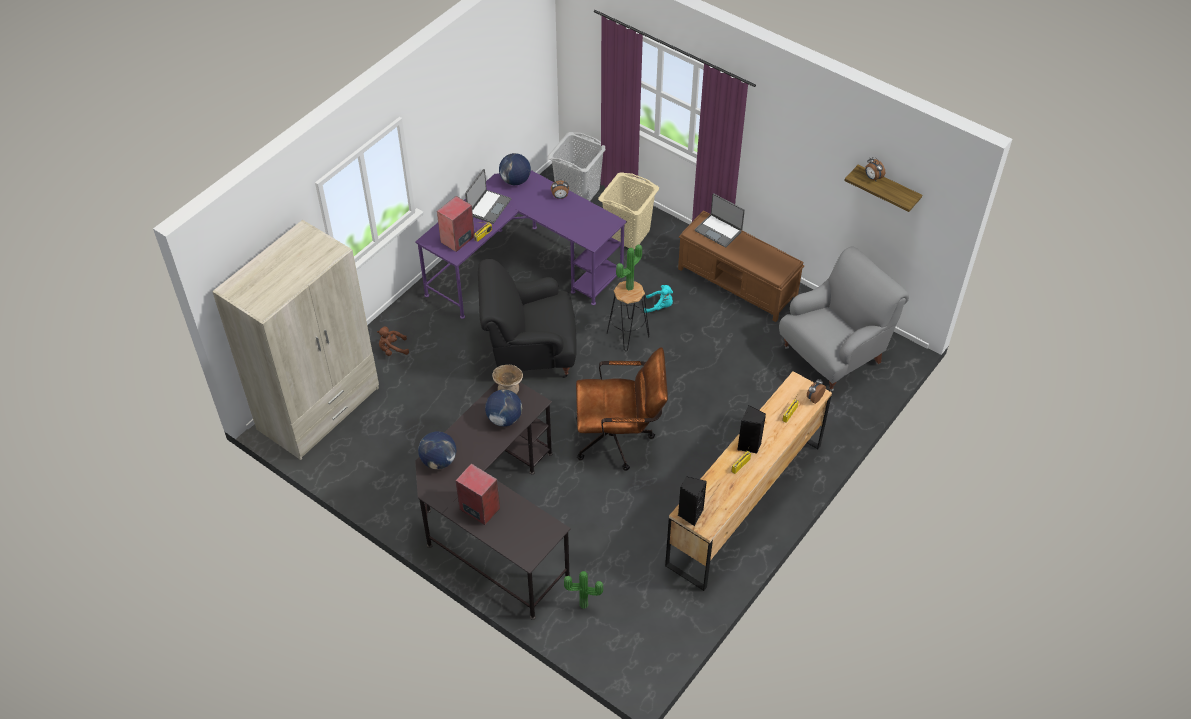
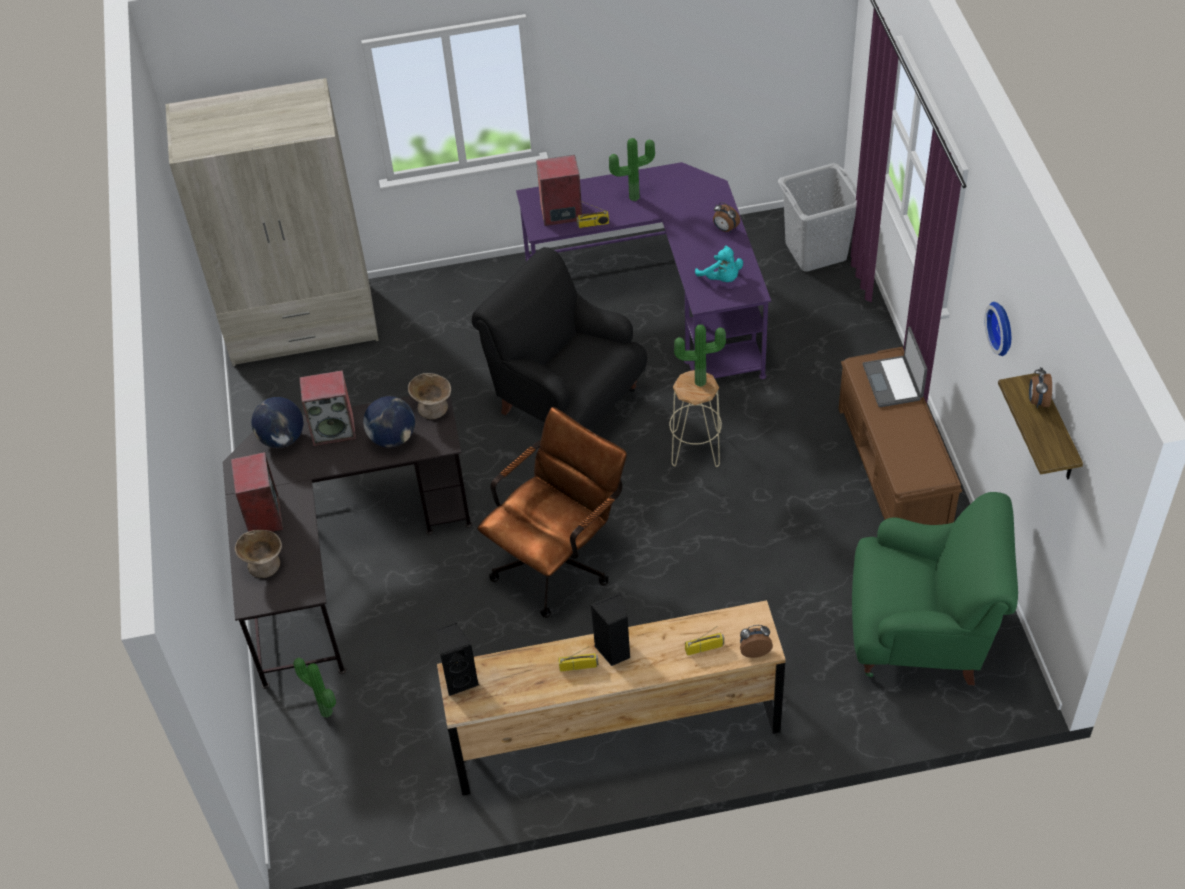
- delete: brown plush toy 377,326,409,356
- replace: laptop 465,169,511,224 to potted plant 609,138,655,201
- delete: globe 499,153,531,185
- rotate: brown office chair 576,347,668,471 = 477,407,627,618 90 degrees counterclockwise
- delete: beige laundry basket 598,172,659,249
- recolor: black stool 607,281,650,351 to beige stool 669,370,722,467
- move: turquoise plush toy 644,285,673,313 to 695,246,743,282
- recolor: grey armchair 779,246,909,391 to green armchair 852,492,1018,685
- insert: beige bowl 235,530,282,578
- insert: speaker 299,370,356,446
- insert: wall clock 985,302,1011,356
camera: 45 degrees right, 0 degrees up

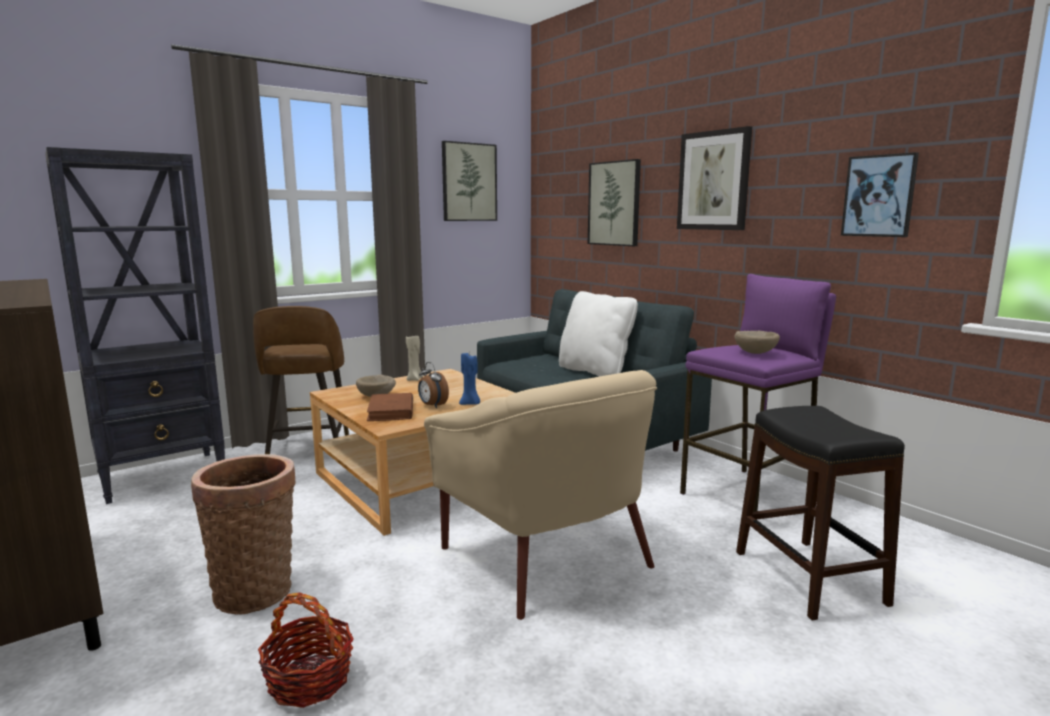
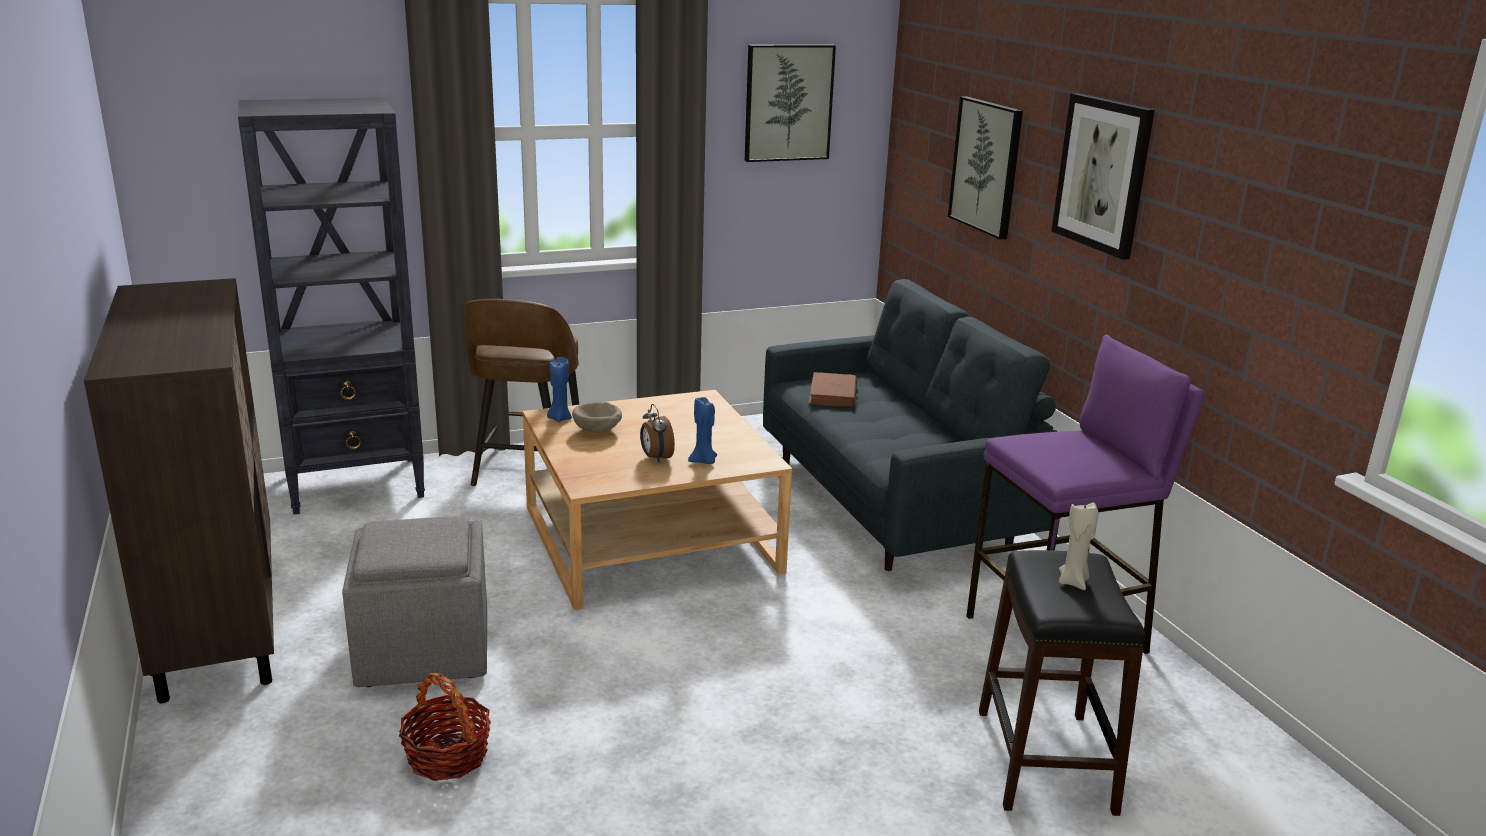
- replace: basket 191,454,296,615 to grey ottoman 342,516,487,687
- move: brown book 367,393,413,421 to 808,372,857,407
- move: beige candle 406,334,423,381 to 1059,502,1098,590
- delete: beige armchair 424,370,657,620
- delete: white pillow 559,291,638,377
- delete: beige bowl 734,331,780,354
- delete: picture 841,152,919,237
- insert: blue candle 547,357,572,422
camera: 15 degrees right, 10 degrees up

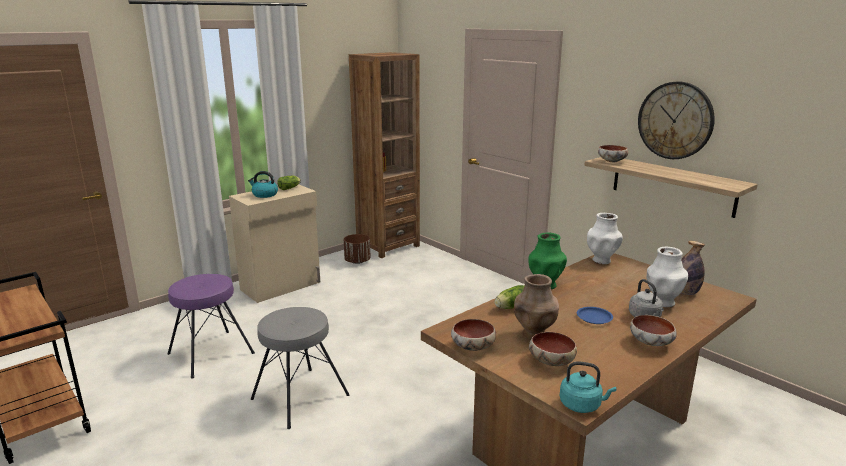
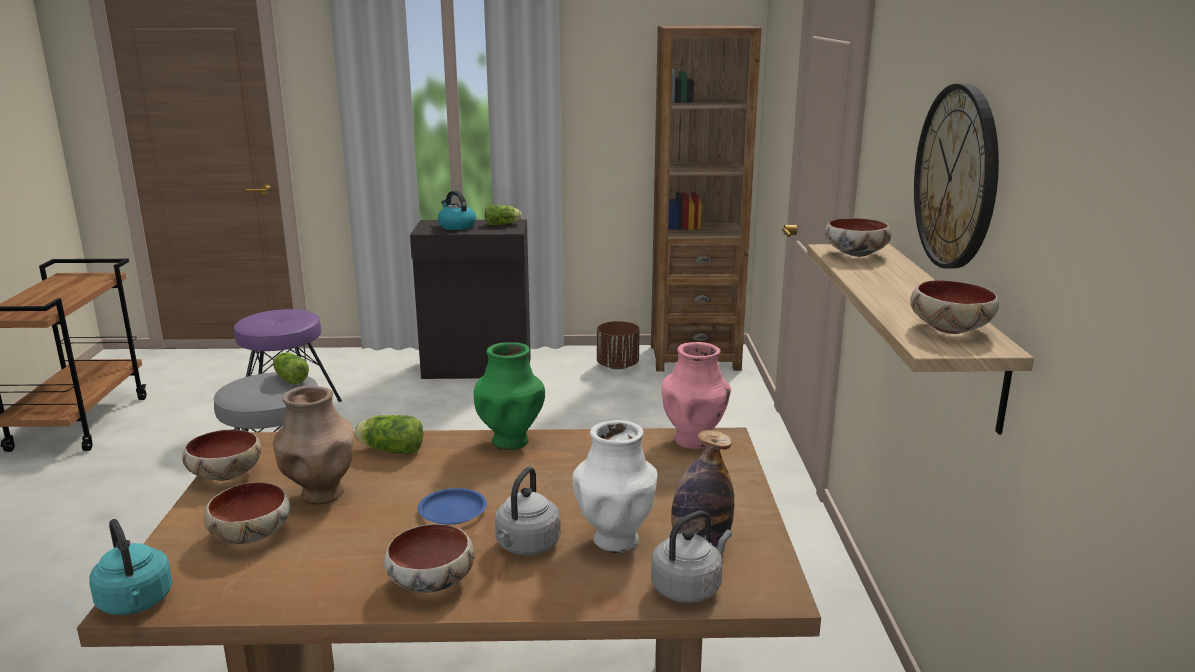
- recolor: beige cabinet 229,184,320,303 to black cabinet 410,219,531,379
- recolor: white vase 587,213,623,264 to pink vase 662,342,731,449
- insert: lettuce 273,353,309,384
- insert: grey kettle 651,511,732,603
- insert: bowl 910,280,999,334
camera: 40 degrees right, 0 degrees up

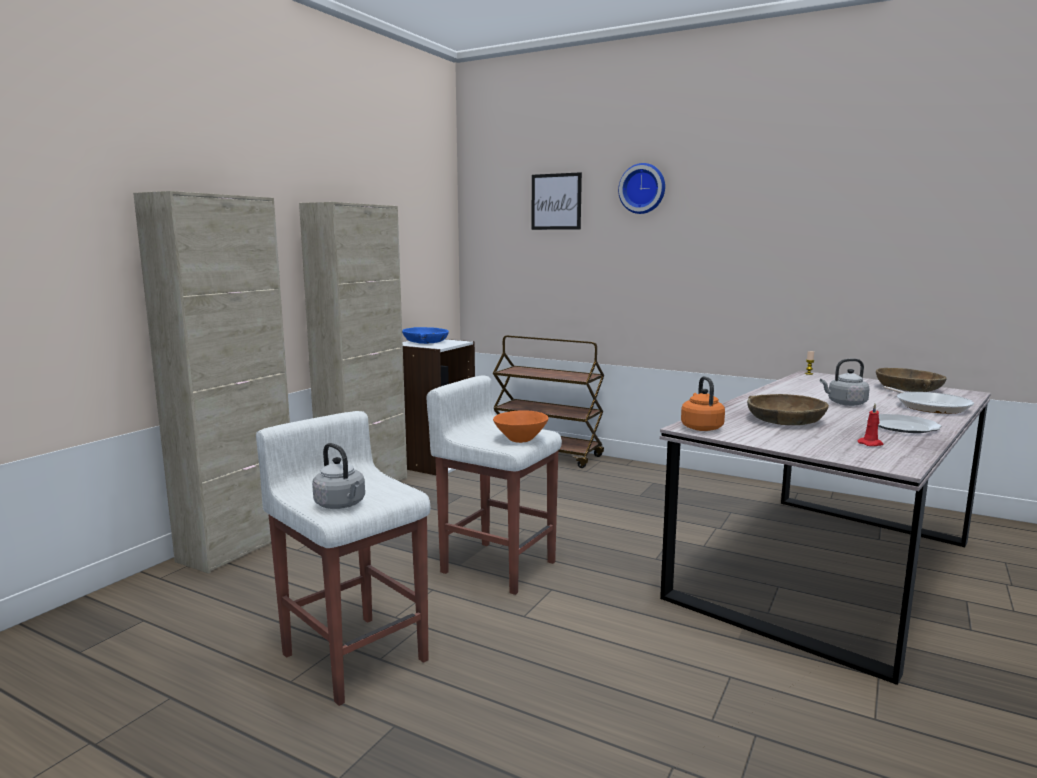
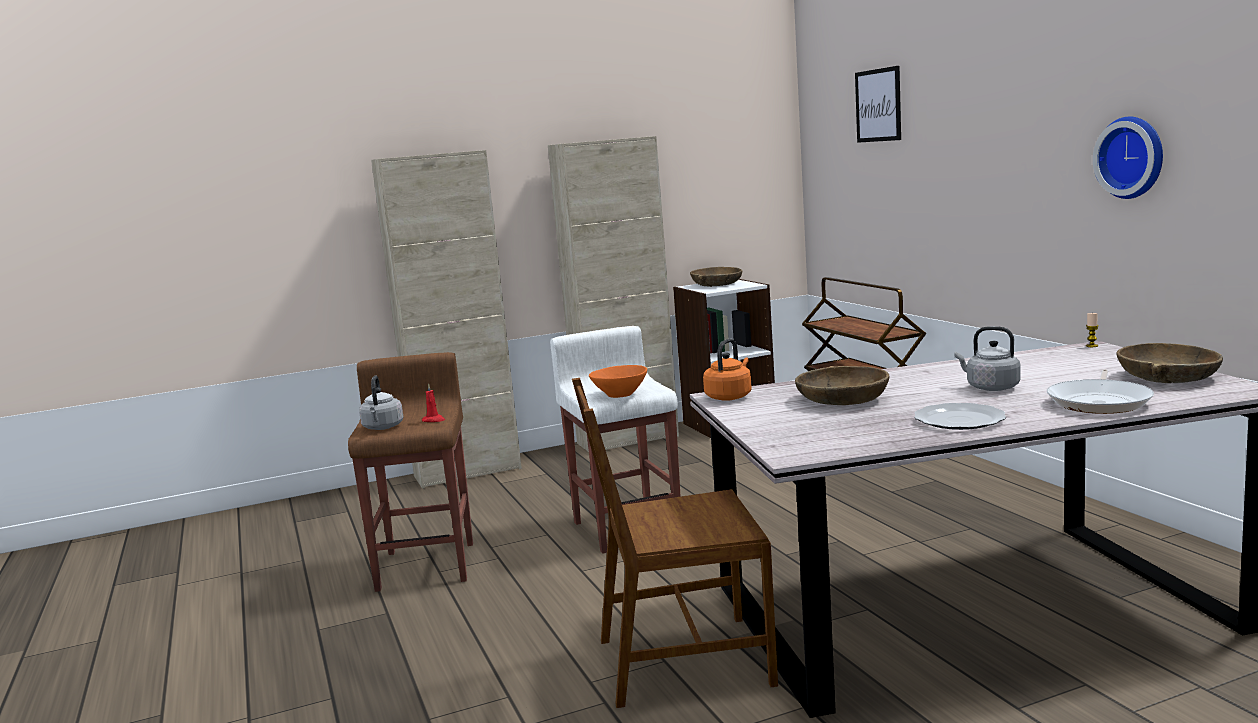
- recolor: white stool 256,411,430,706 to brown stool 348,352,473,592
- recolor: blue bowl 402,327,449,344 to brown bowl 690,267,742,287
- move: wall clock 618,163,665,214 to 1093,116,1163,199
- move: red candle 858,404,883,446 to 422,383,445,422
- insert: brown chair 572,378,778,708
camera: 40 degrees right, 0 degrees up

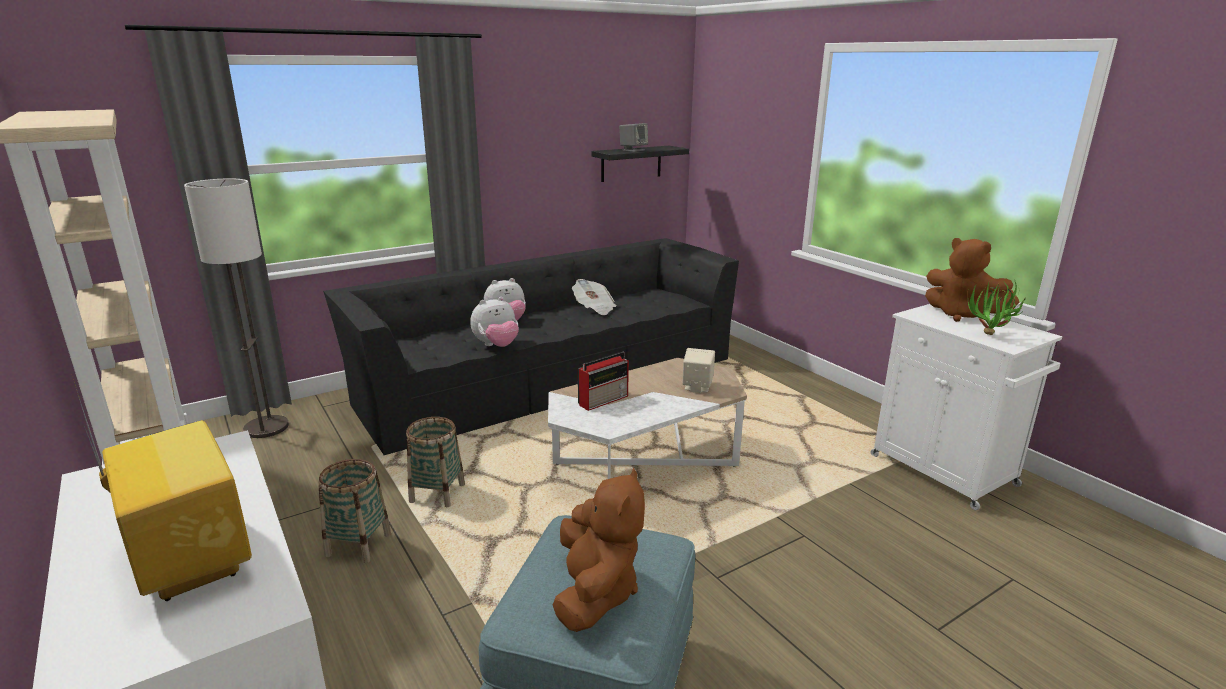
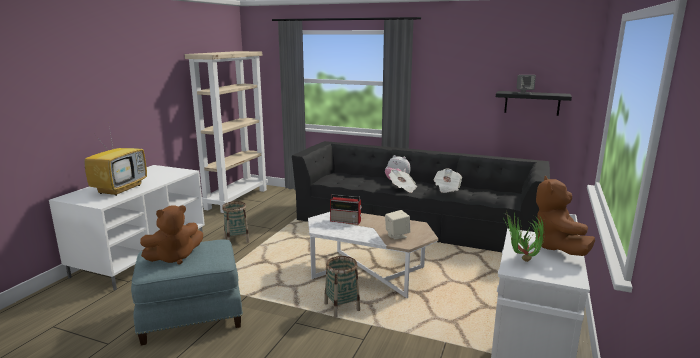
- delete: floor lamp 184,178,289,438
- move: basket 406,417,465,508 to 324,256,360,318
- delete: plush toy 470,297,519,347
- insert: newspaper 389,169,418,193
camera: 55 degrees right, 5 degrees down

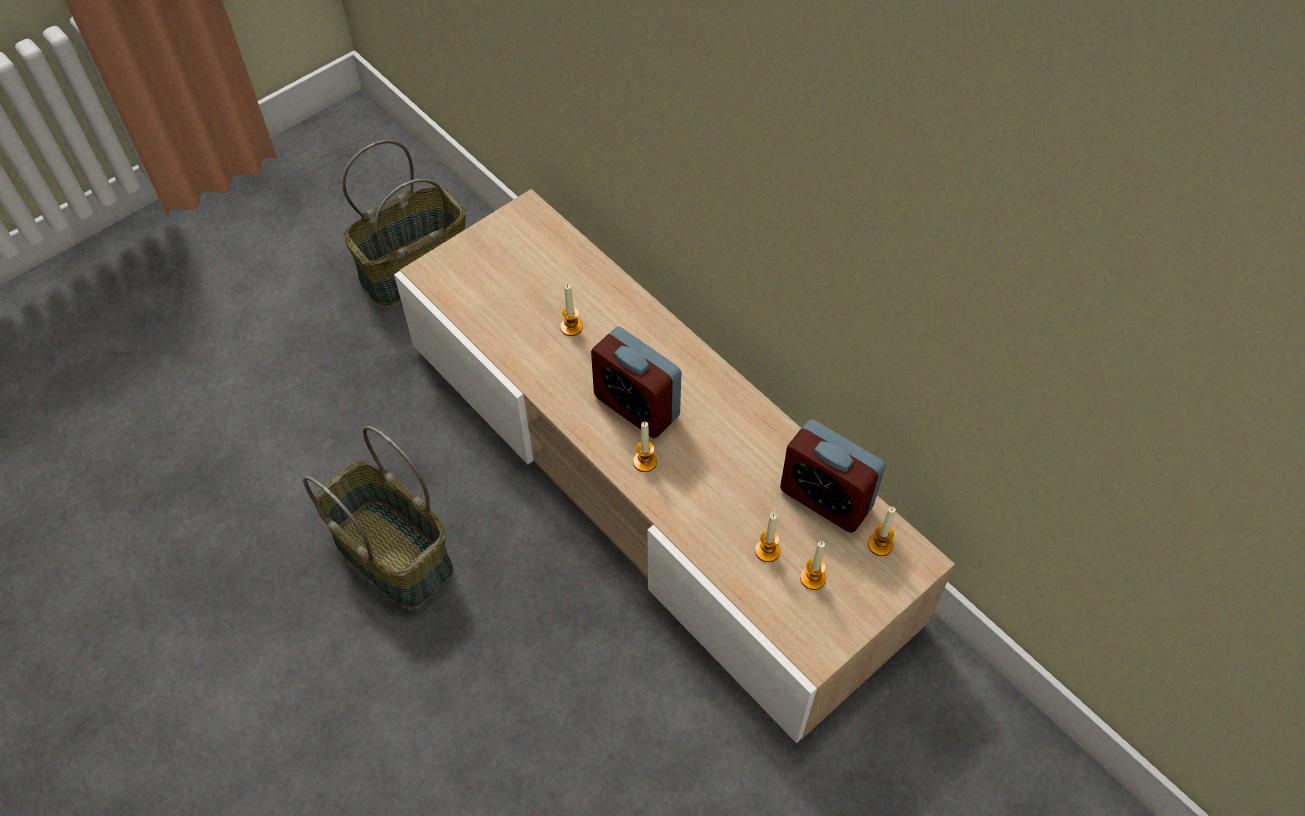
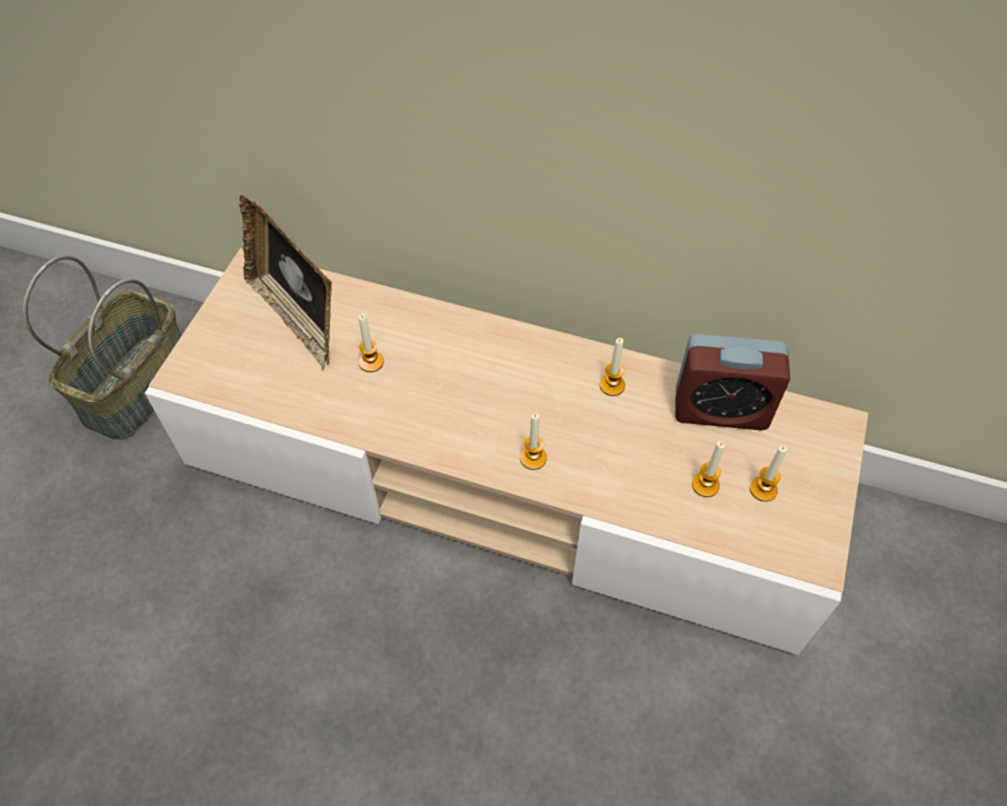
- delete: basket 303,426,453,608
- delete: alarm clock 591,326,681,438
- move: candle 868,507,896,556 to 599,338,625,396
- insert: picture frame 239,195,332,371
camera: 30 degrees left, 0 degrees up

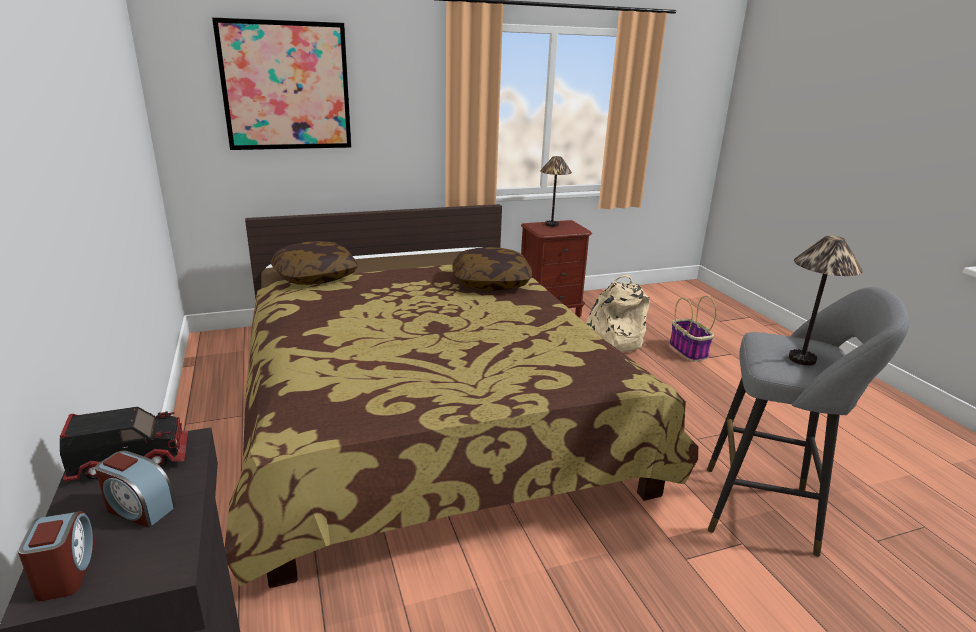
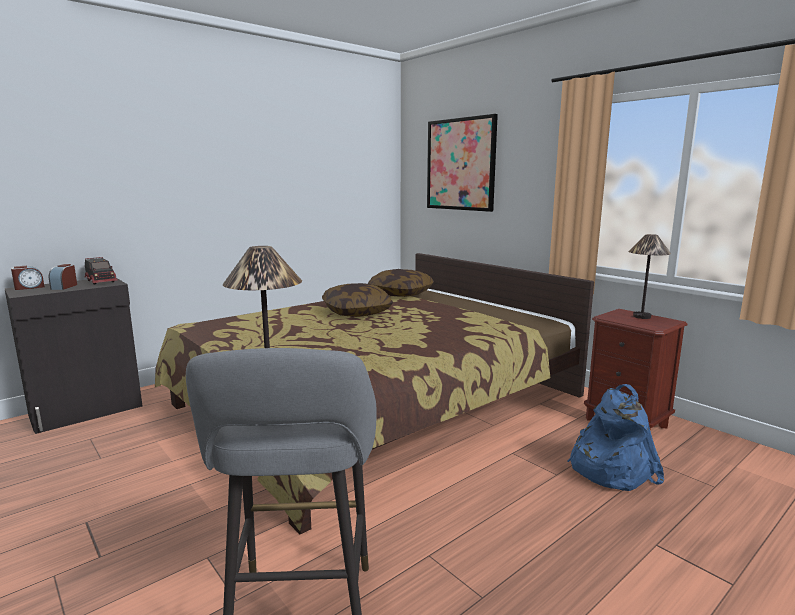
- move: pillow 452,247,532,291 to 322,283,393,317
- recolor: beige backpack 586,275,650,352 to blue backpack 567,384,664,491
- delete: basket 669,296,716,361
camera: 70 degrees right, 10 degrees down

